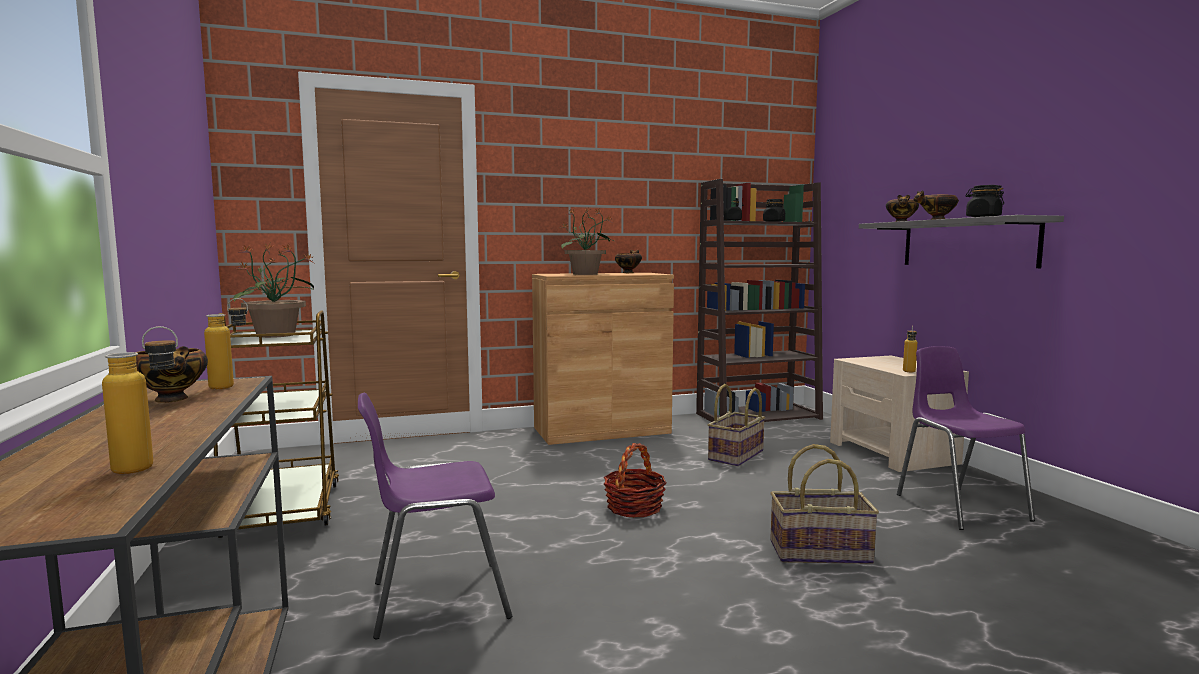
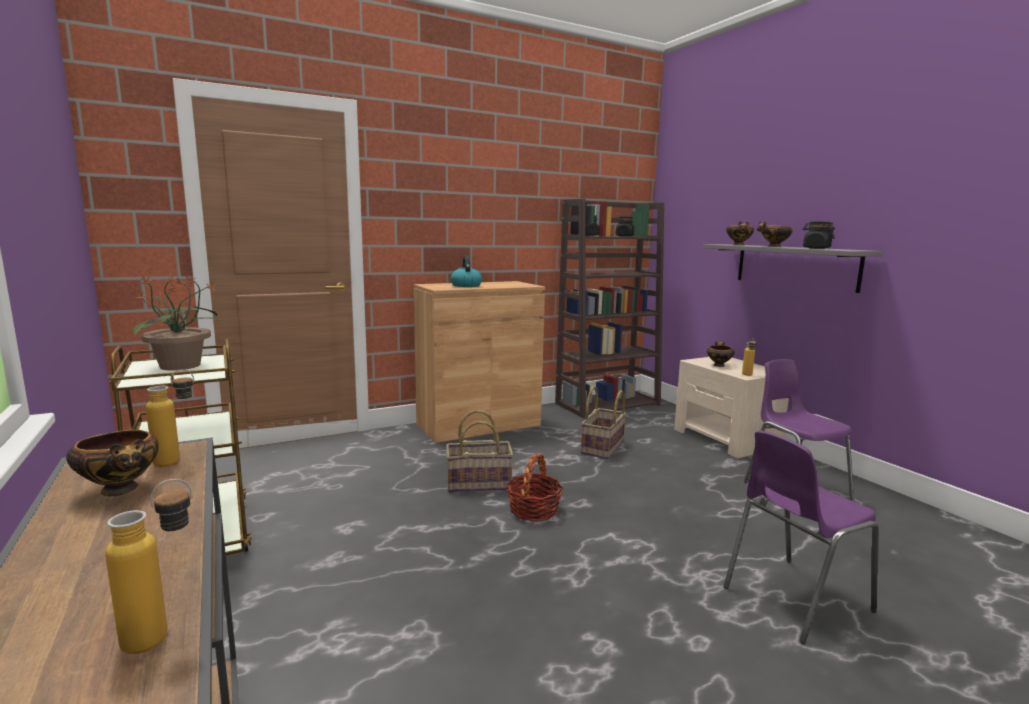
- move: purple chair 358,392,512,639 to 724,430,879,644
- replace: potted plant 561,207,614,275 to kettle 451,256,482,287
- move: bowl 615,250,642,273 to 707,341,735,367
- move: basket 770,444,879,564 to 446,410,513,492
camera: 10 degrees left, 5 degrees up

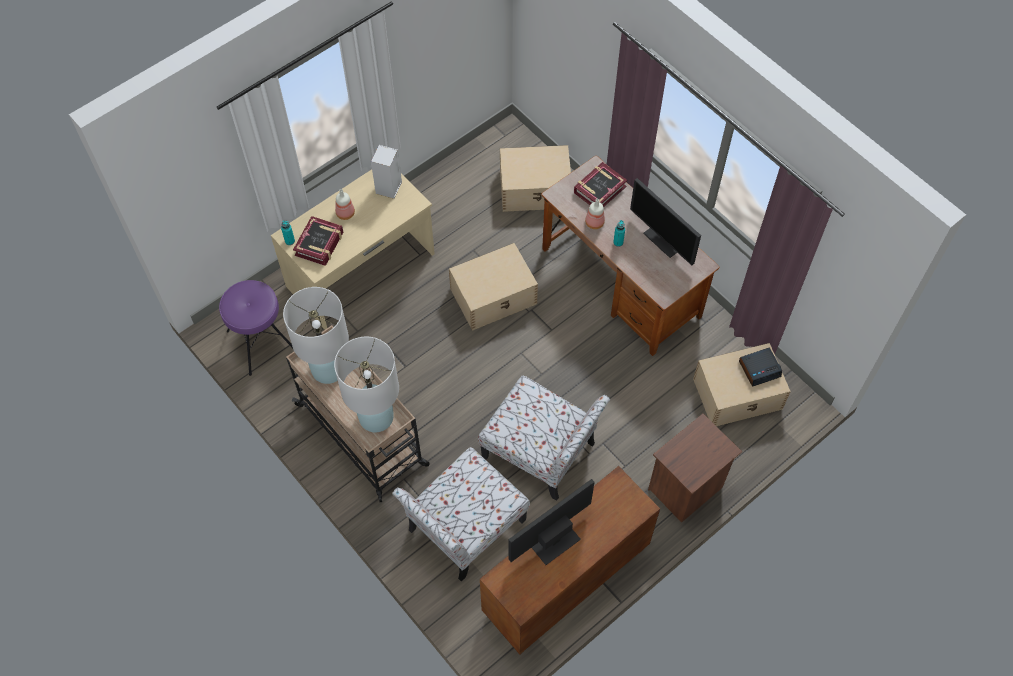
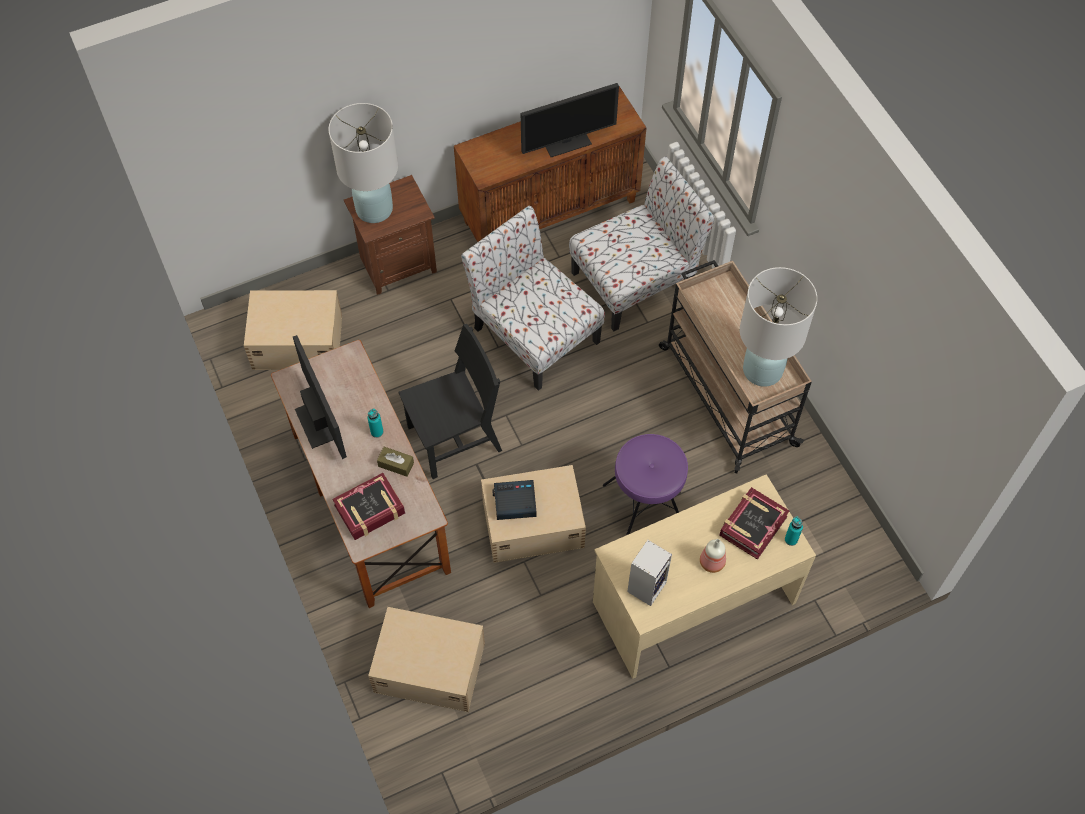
- move: purple stool 219,280,293,376 to 603,434,688,535
- move: white table lamp 334,337,399,432 to 329,103,398,223
- replace: bottle 585,199,605,229 to brown tissue box 377,447,414,477
- move: alarm clock 739,348,782,387 to 492,480,537,520
- insert: black chair 398,324,502,479
camera: 165 degrees left, 0 degrees up

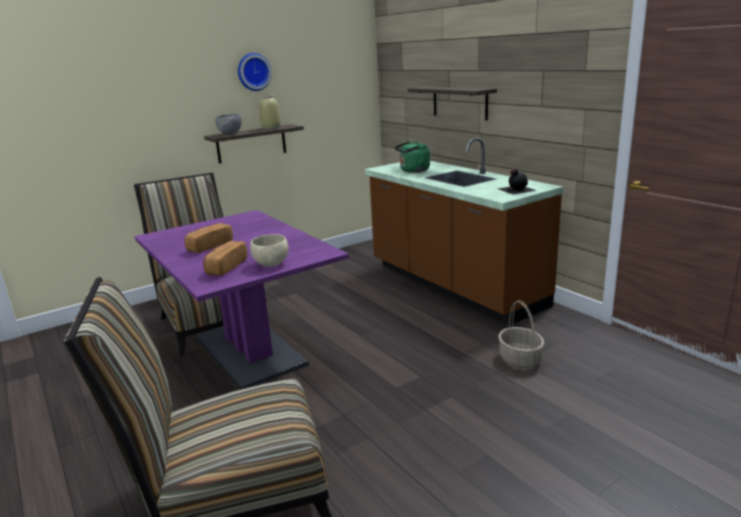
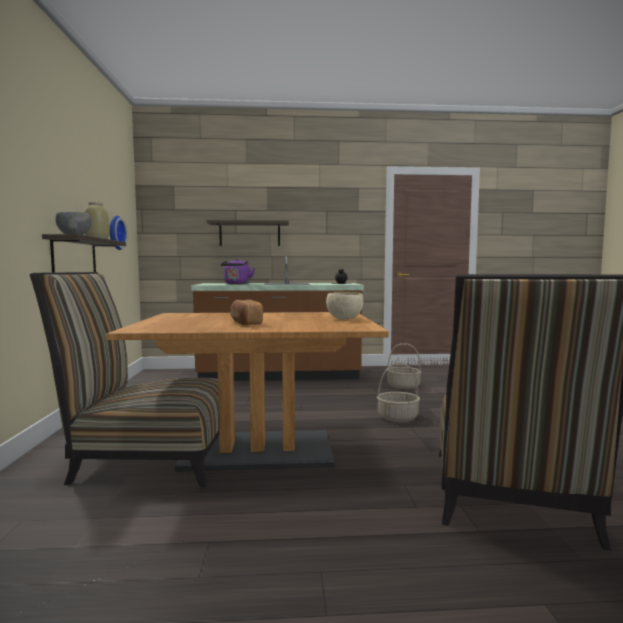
- recolor: purple dining table 135,210,349,389 to brown dining table 106,312,389,472
- delete: bread 203,241,248,276
- move: wall clock 238,53,272,91 to 110,216,127,250
- recolor: green kettle 394,141,430,173 to purple kettle 220,259,255,284
- insert: basket 377,363,420,422
camera: 60 degrees left, 15 degrees down

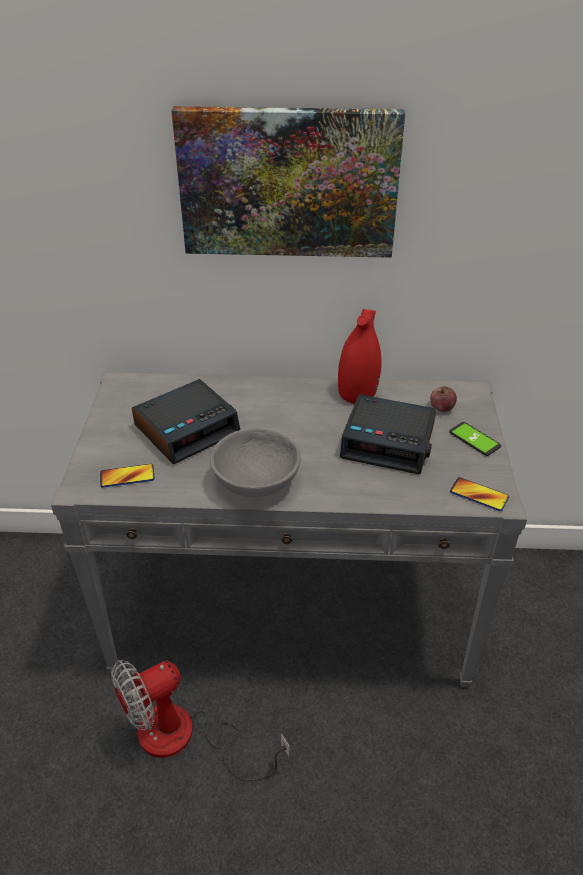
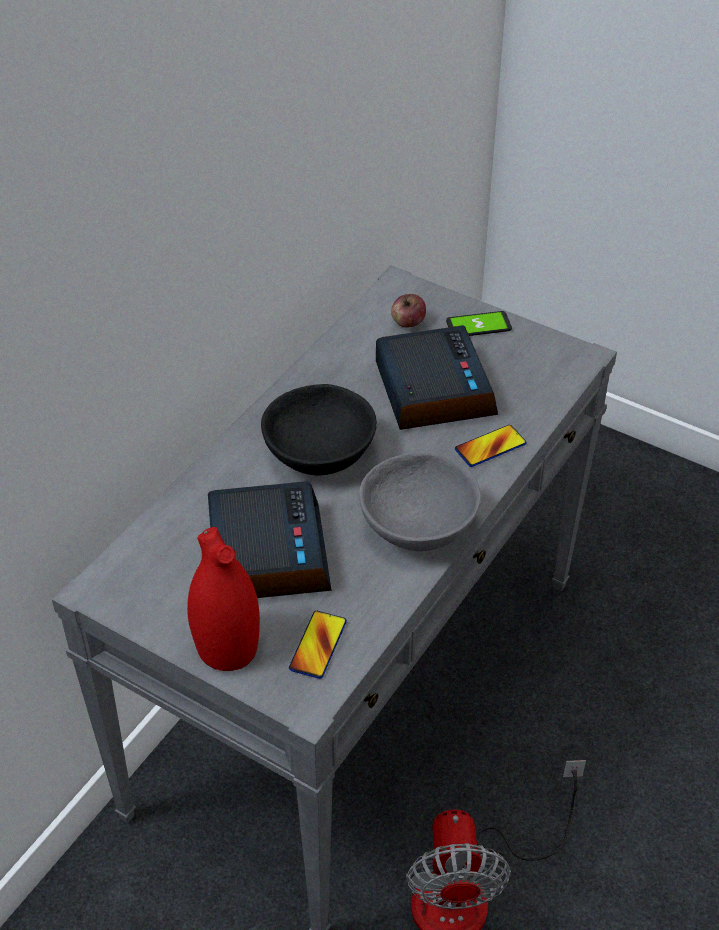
- delete: picture 172,106,405,258
- move: red vase 338,309,381,404 to 187,527,260,671
- rotate: alarm clock 340,394,436,474 = 376,325,498,430 60 degrees counterclockwise
- move: phone 450,477,509,511 to 455,425,527,467
- insert: black bowl 261,384,377,475
camera: 60 degrees left, 5 degrees up

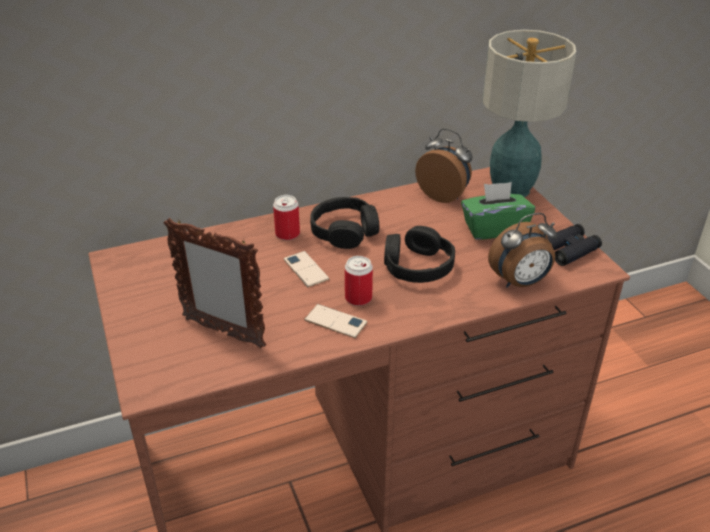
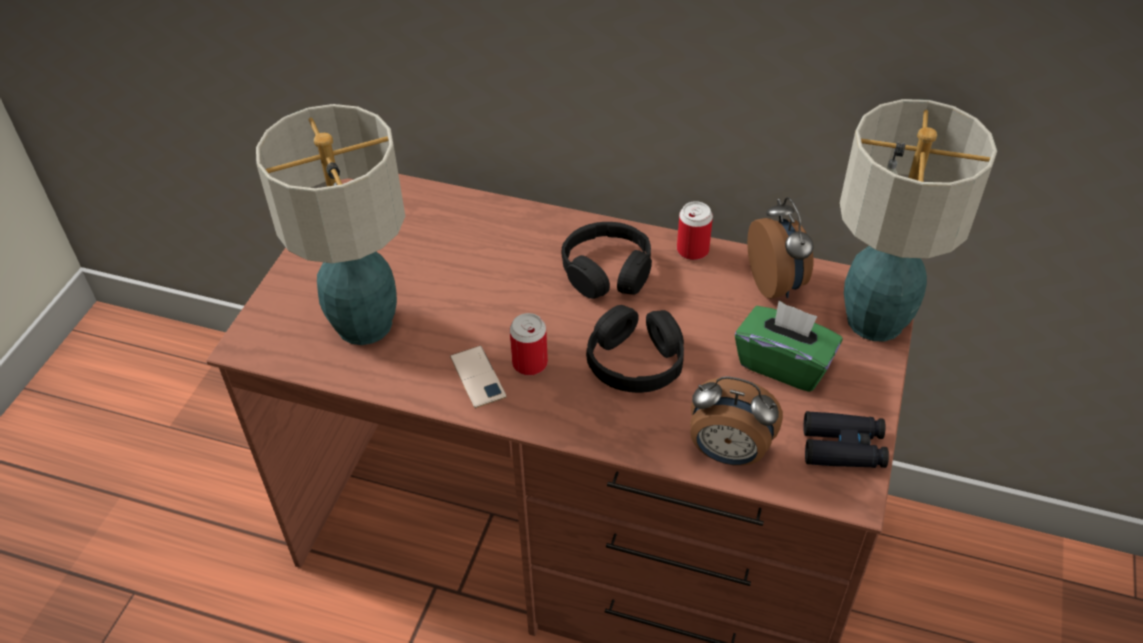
- replace: picture frame 164,218,266,348 to table lamp 256,104,405,345
- move: can 273,195,300,240 to 677,201,713,260
- delete: phone 283,251,329,287
camera: 40 degrees right, 10 degrees up

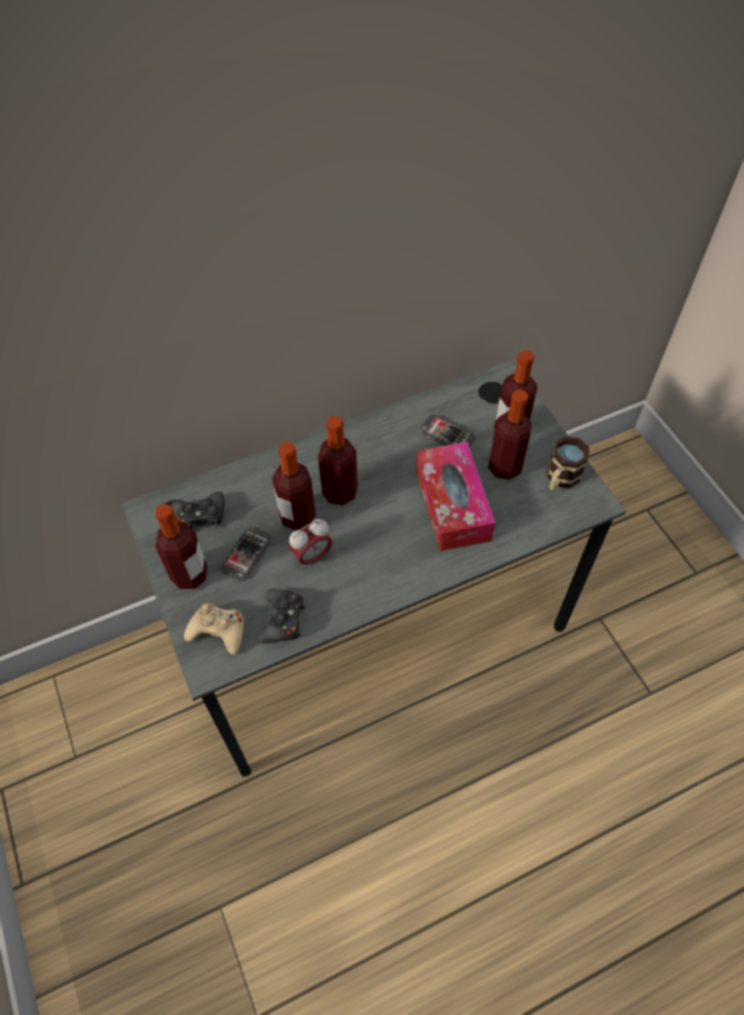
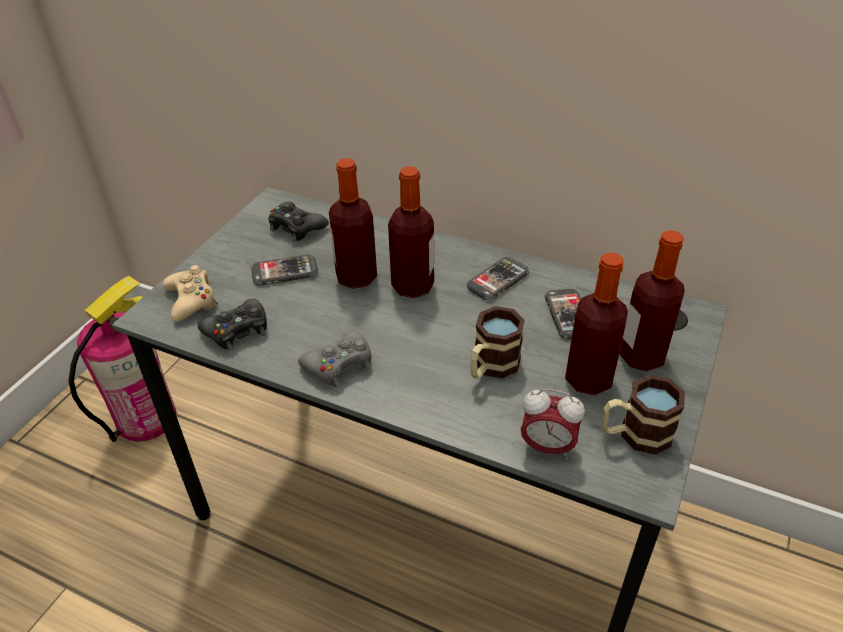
- delete: bottle 155,504,208,589
- move: alarm clock 289,519,332,569 to 521,389,584,459
- replace: tissue box 416,442,495,551 to mug 470,306,525,379
- insert: fire extinguisher 68,276,177,442
- insert: grey game controller 298,330,371,387
- insert: phone 467,257,529,300
camera: 50 degrees right, 15 degrees down

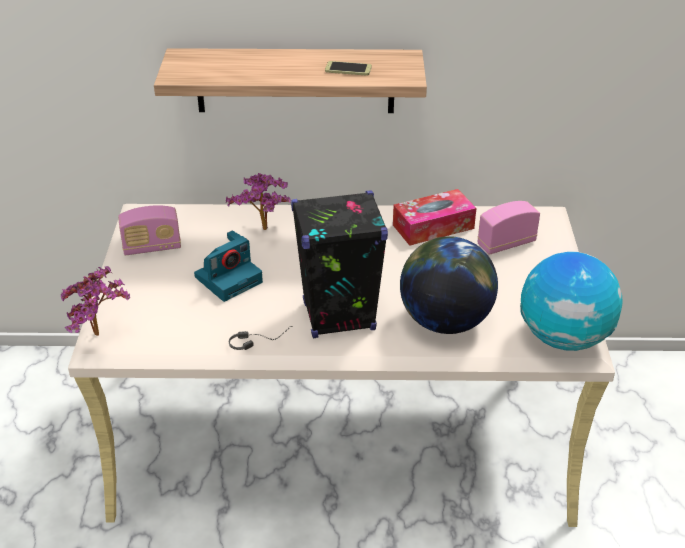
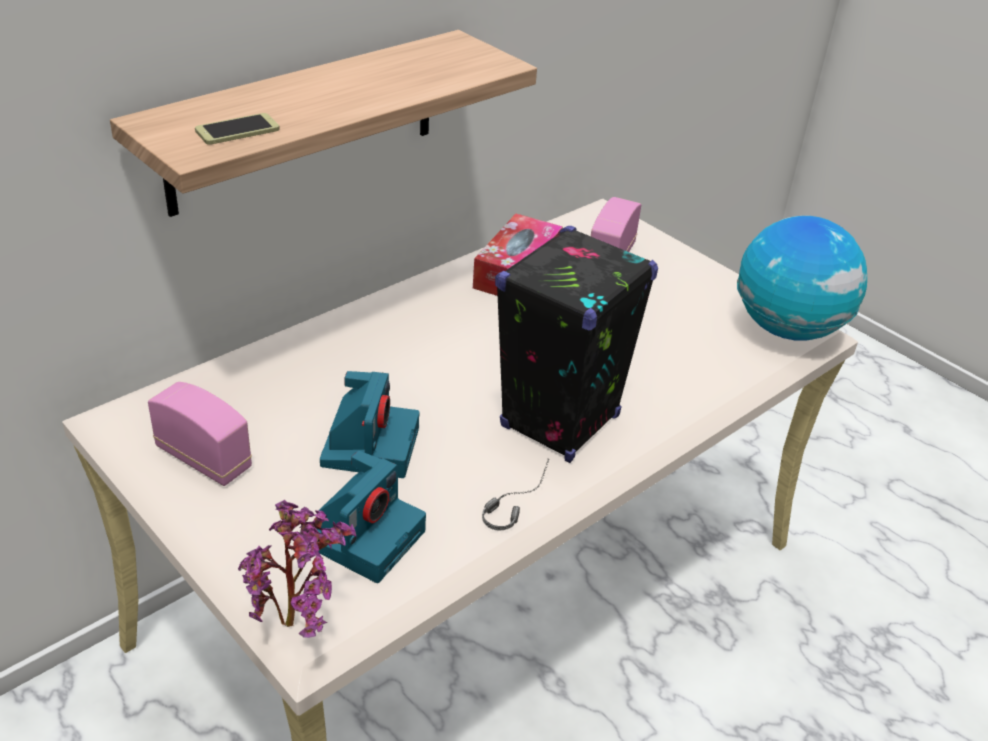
- rotate: radio 118,205,181,255 = 148,382,252,486 90 degrees counterclockwise
- delete: potted plant 226,173,291,230
- move: phone 325,61,372,76 to 195,113,280,145
- delete: globe 400,236,498,334
- insert: photo camera 317,451,426,583
camera: 45 degrees left, 0 degrees up

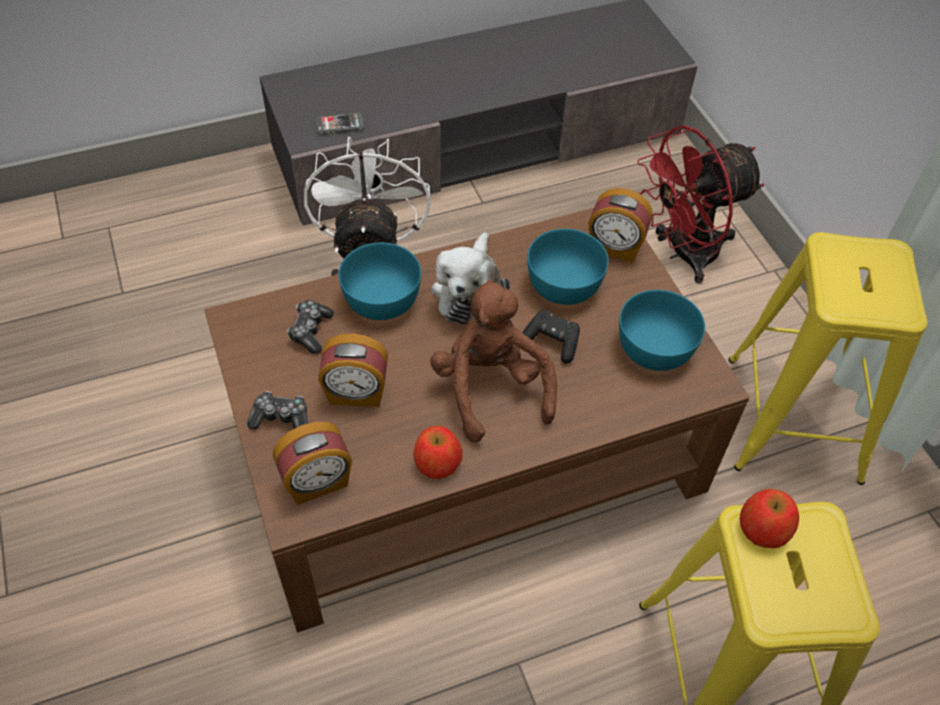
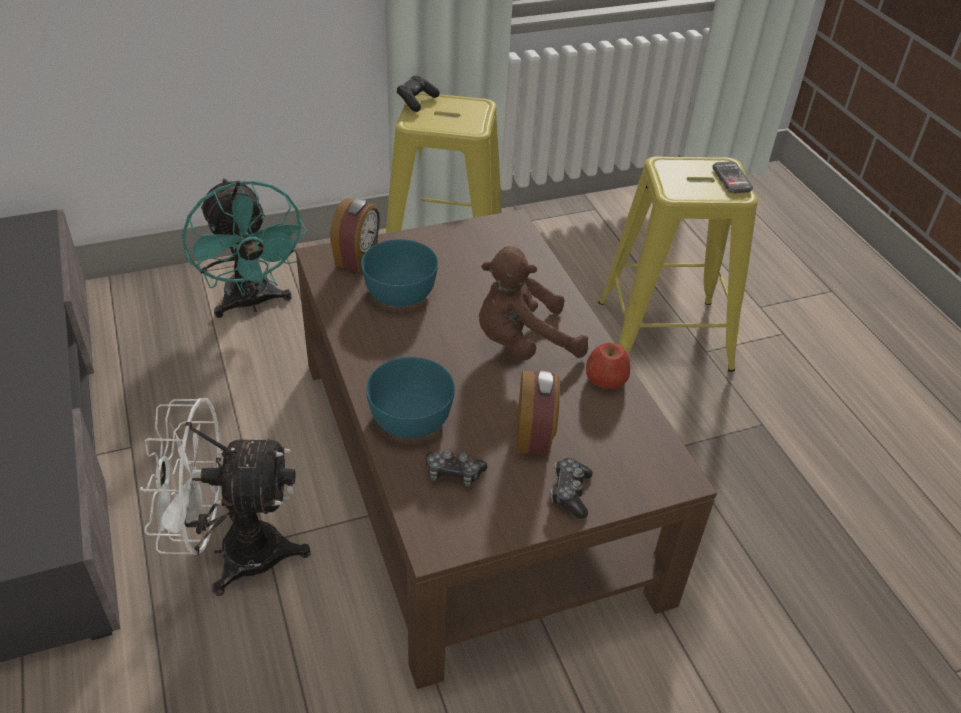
- delete: alarm clock 273,422,352,505
- move: phone 315,113,365,135 to 712,162,753,193
- delete: plush toy 432,232,510,324
- move: black game controller 522,310,580,364 to 397,75,439,112
- delete: turquoise bowl 619,290,705,371
- recolor: red fan 637,125,764,284 to turquoise fan 182,178,307,318
- delete: apple 740,489,799,548
camera: 90 degrees left, 10 degrees down

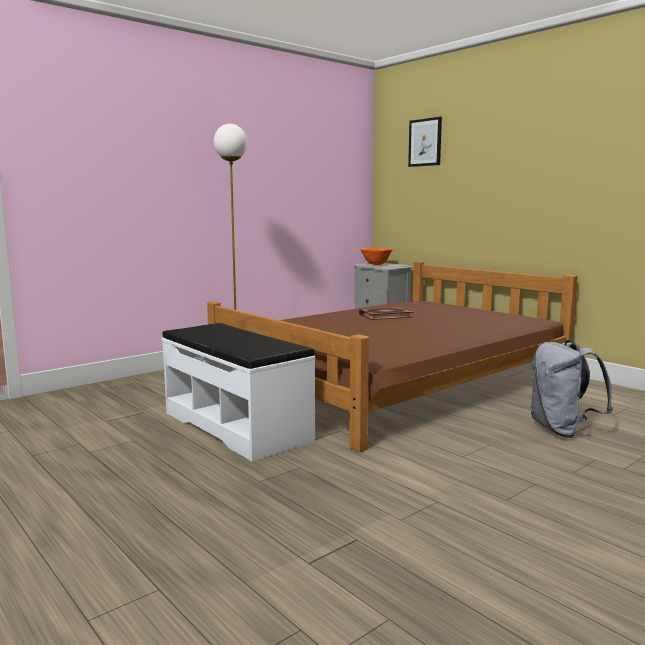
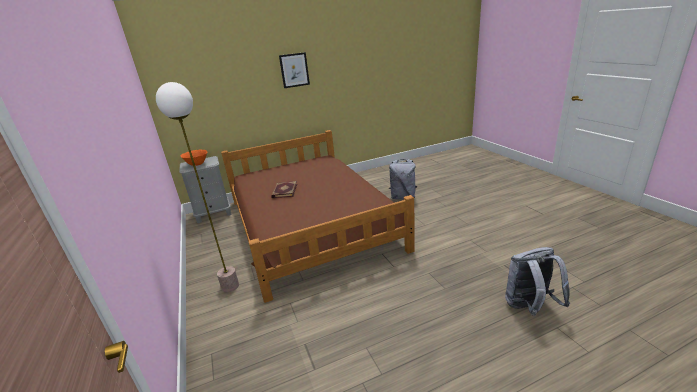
- delete: white bench 162,323,315,462
- move: picture 408,117,442,167 to 279,52,310,88
- insert: grey backpack 505,247,570,316
camera: 70 degrees left, 15 degrees up

